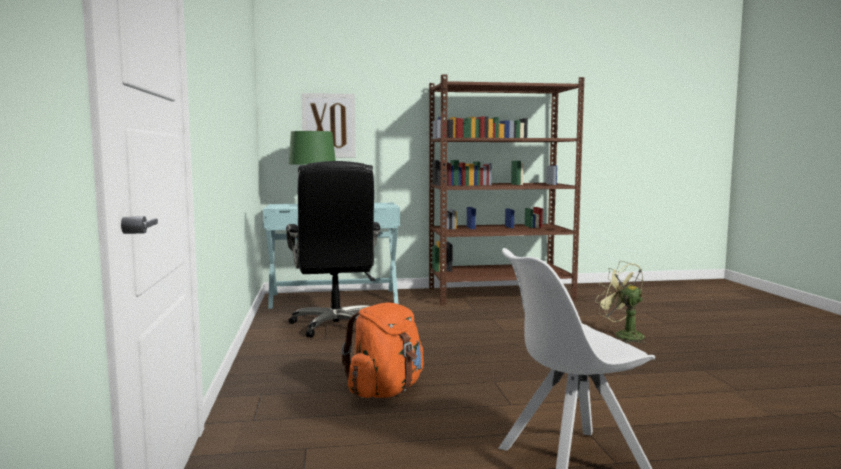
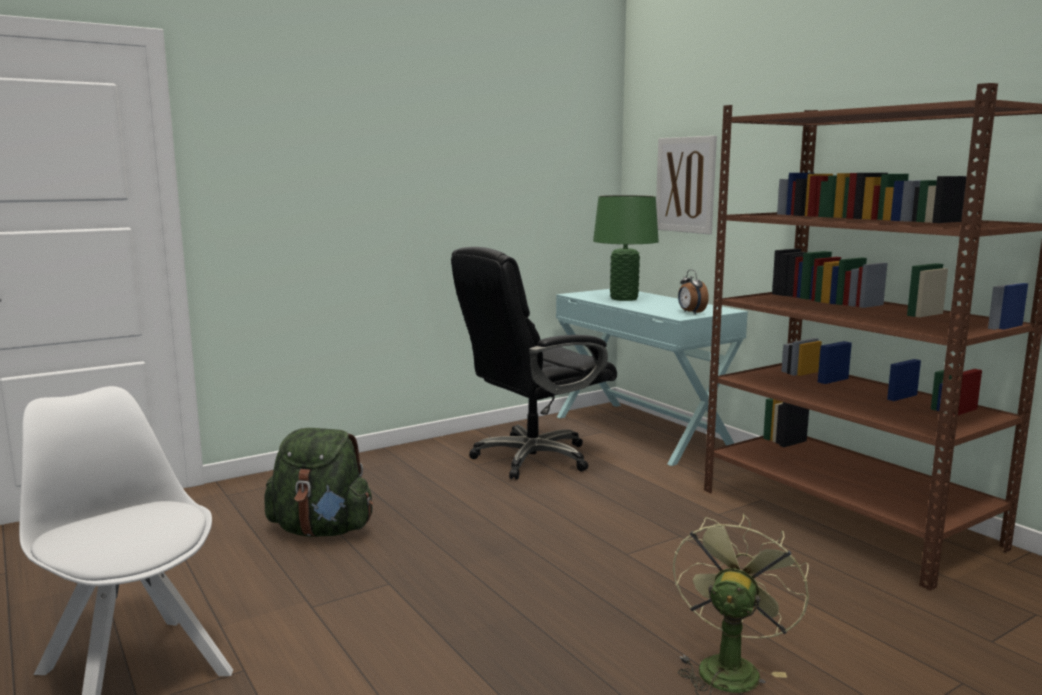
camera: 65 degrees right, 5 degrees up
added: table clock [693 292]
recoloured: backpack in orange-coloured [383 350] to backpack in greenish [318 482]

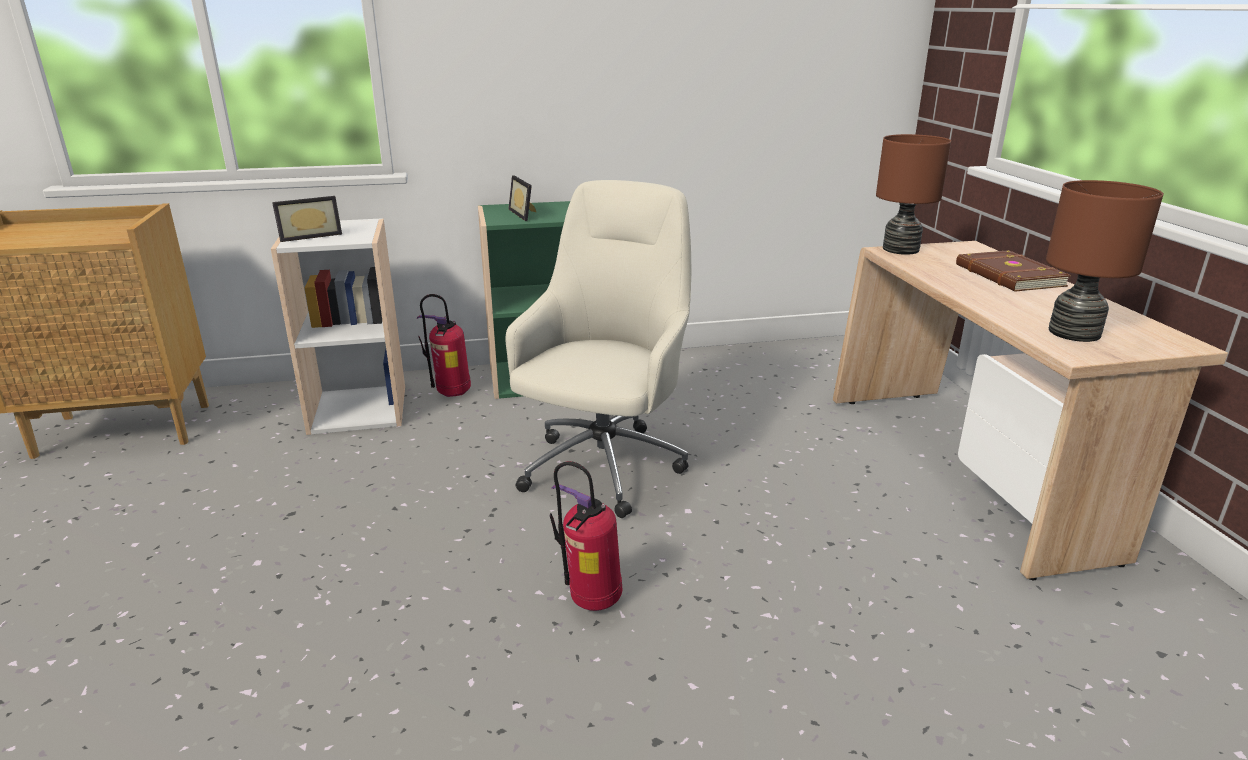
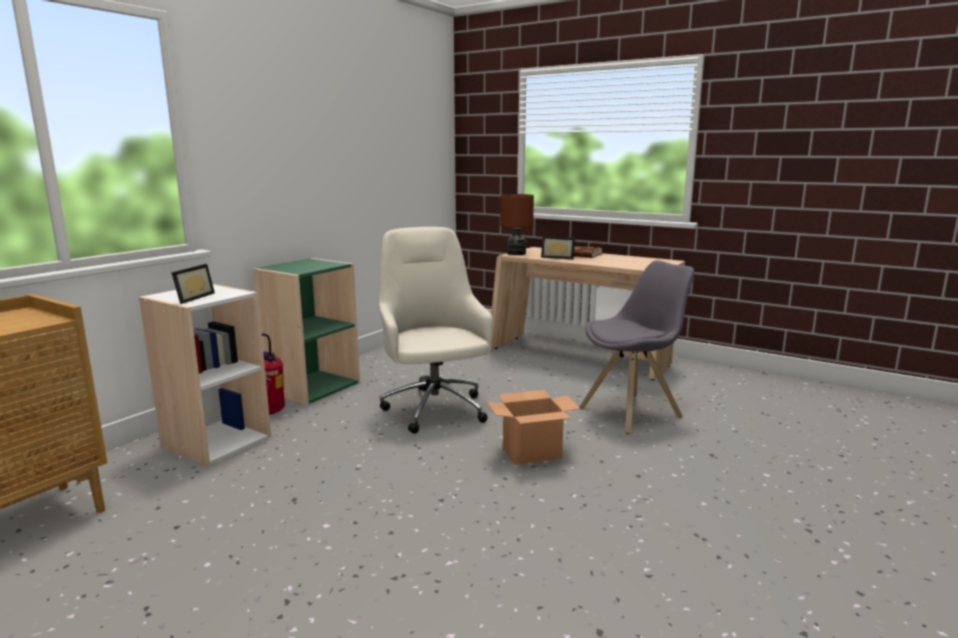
camera: 45 degrees left, 10 degrees down
removed: tabletop lamp in brown-coloured [1105 261]
added: chair in grey [637 347]
moved: picture frame [522 198] to [558 247]
replaced: fire-fighting cylinder [586 536] to cardboard box [534 427]

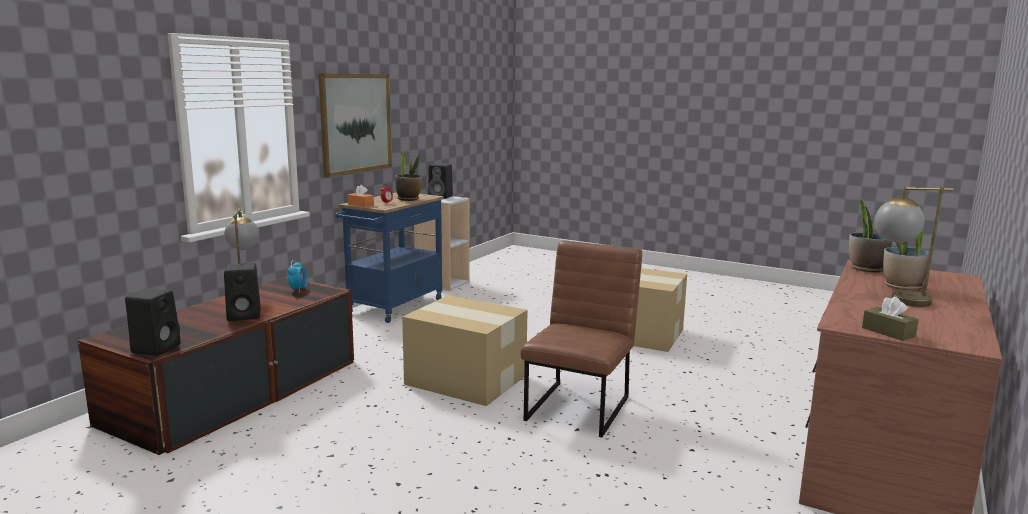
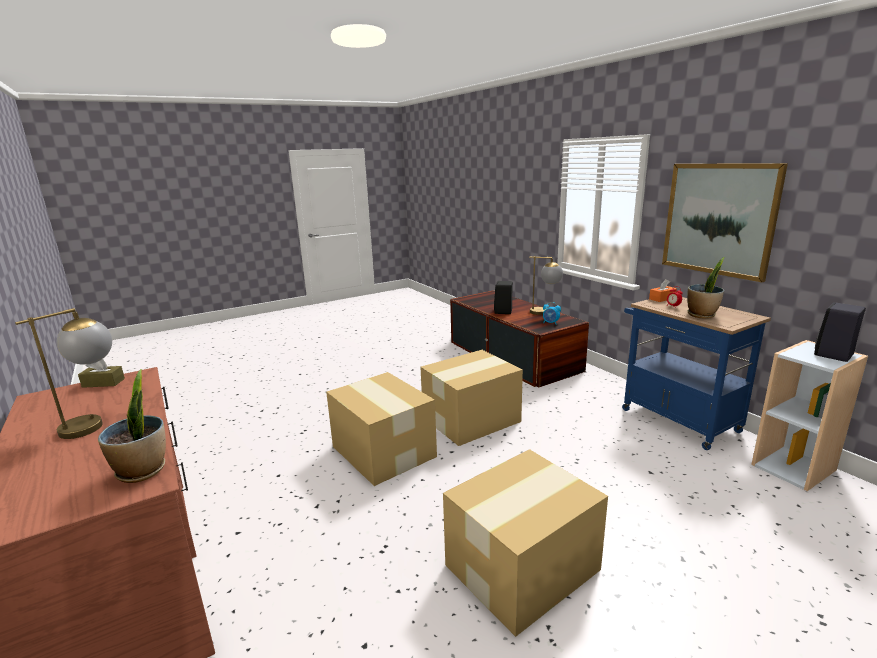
camera: 120 degrees right, 5 degrees up
removed: loudspeaker in black-coloured [153 322]; potted plant [906 258]
replaced: chair in brown-coloured [581 339] to cardboard box [381 429]

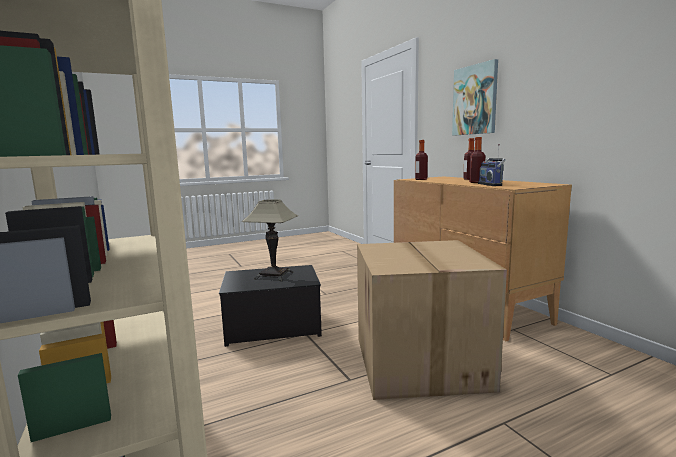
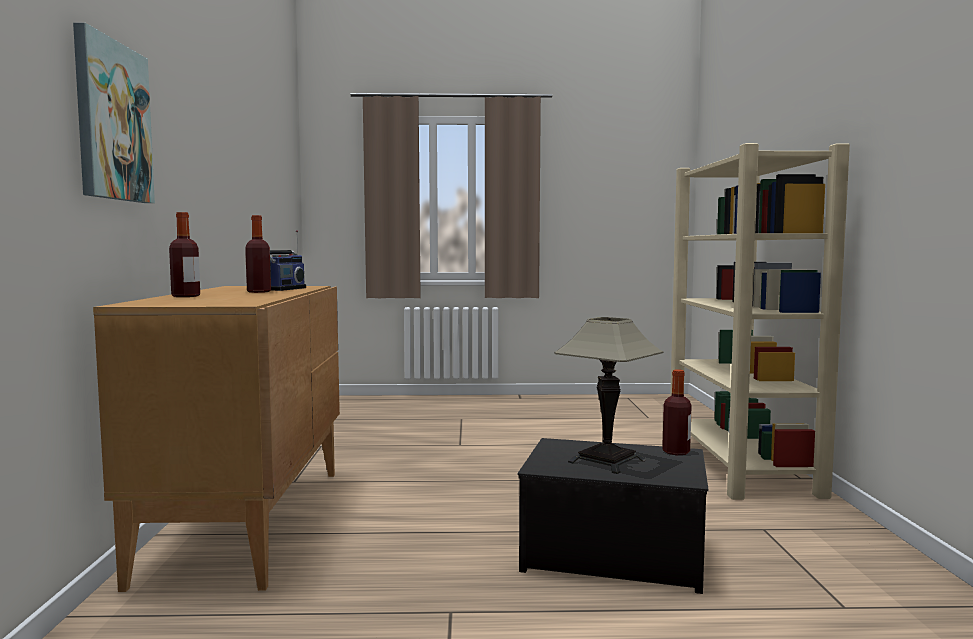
camera: 155 degrees left, 5 degrees down
removed: cardboard box [432 320]
moved: bottle [421 160] to [677 412]

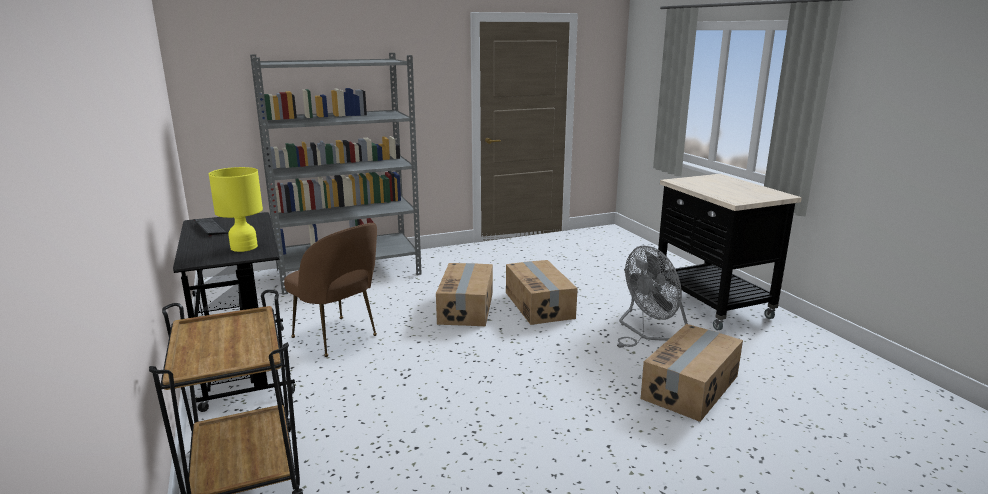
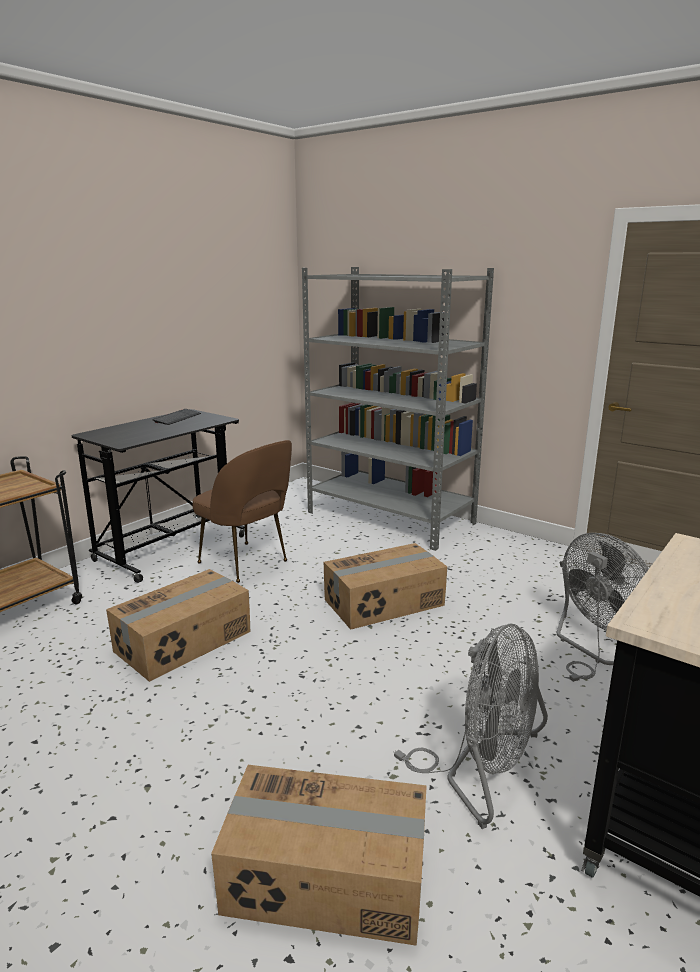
camera: 60 degrees right, 0 degrees up
removed: tabletop lamp in yellow [236 209]
added: fan in grey [603 607]
moved: cardboard box [542 292] to [178 625]
turned: chair in brown-coloured [330 290] = [242 511] 60 degrees counterclockwise

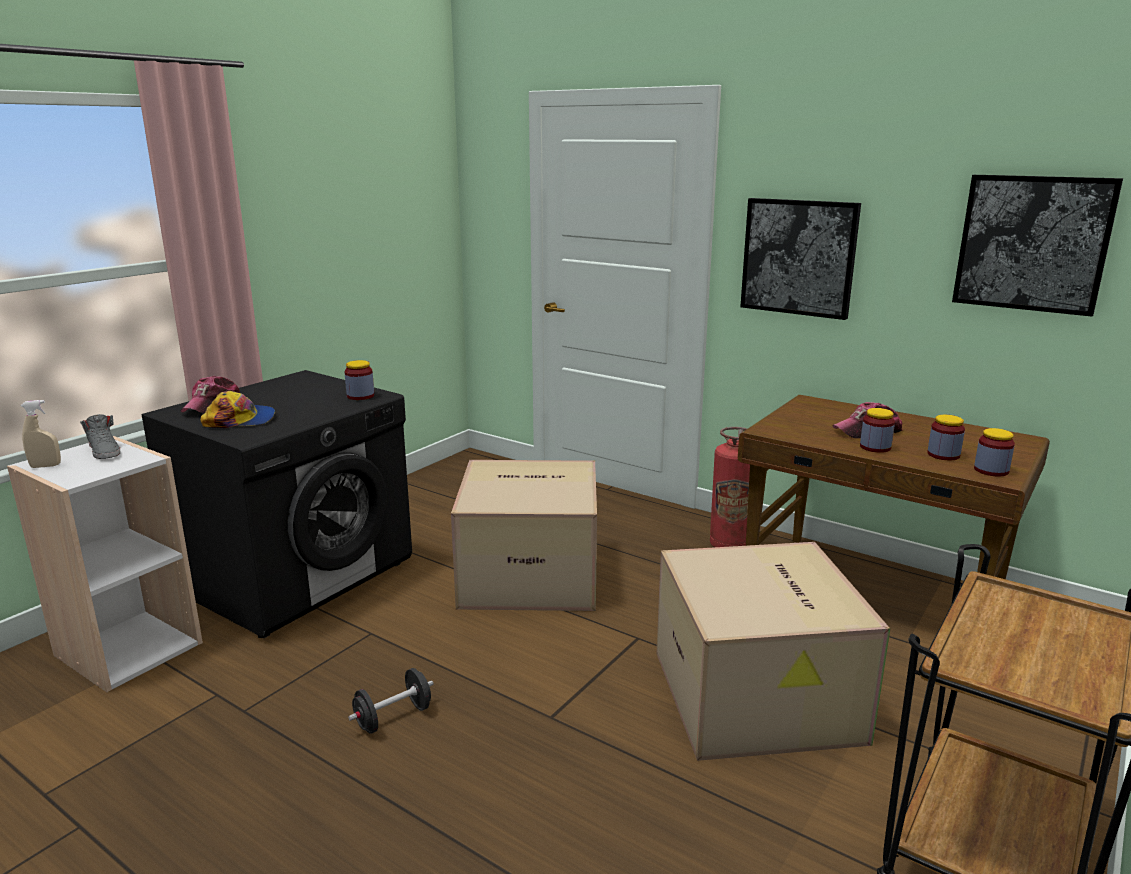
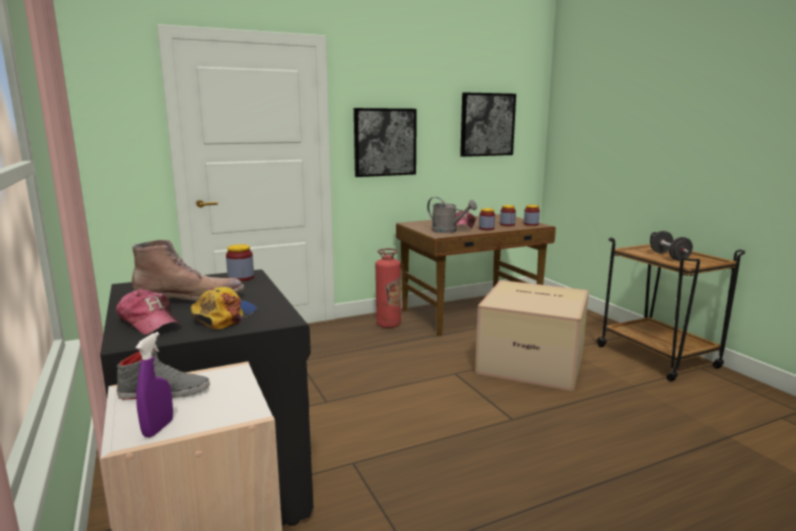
camera: 60 degrees left, 5 degrees down
removed: cardboard box [524 535]
added: high-top boot in brown-coloured [188 270]; sprinkling can in grey [452 215]
moved: dumbbell in black-coloured [391 701] to [672 246]
recoloured: spray bottle in sand-coloured [41 434] to spray bottle in purplish [154 385]

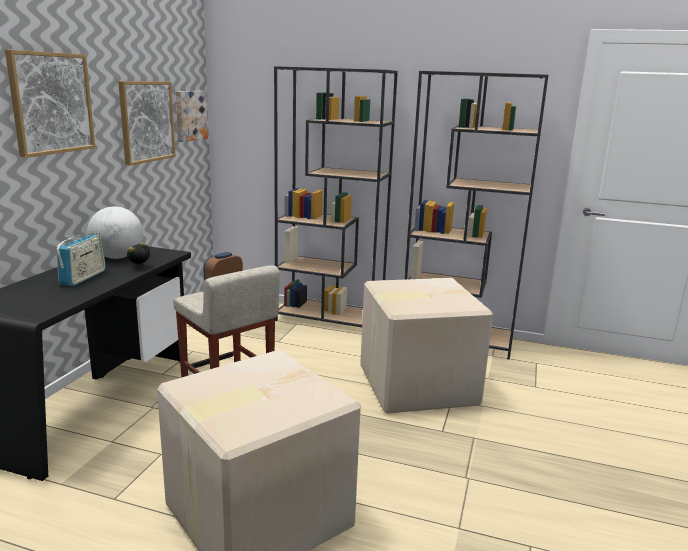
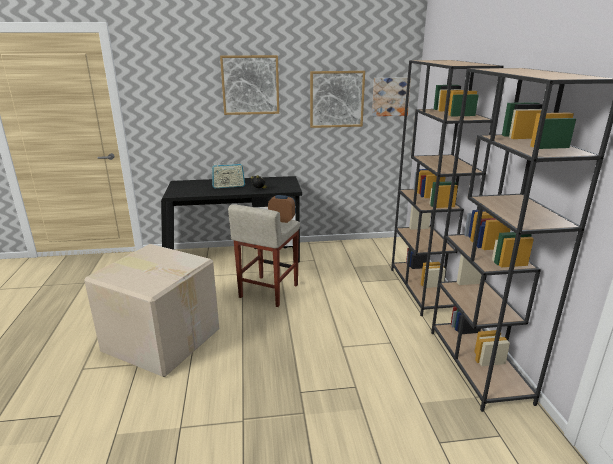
camera: 65 degrees right, 5 degrees up
removed: globe [115 232]; cardboard box [426 345]

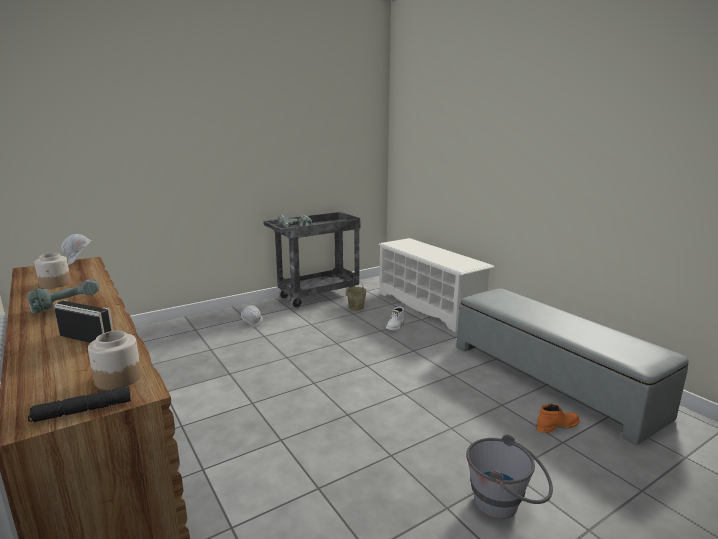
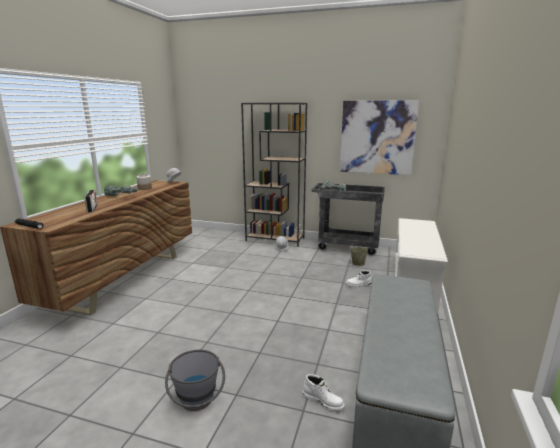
camera: 50 degrees right, 0 degrees up
removed: jar [114 360]
added: bookshelf [274 175]; wall picture [379 137]
recoloured: high-top boot in orange-coloured [558 418] to high-top boot in white-coloured [323 392]

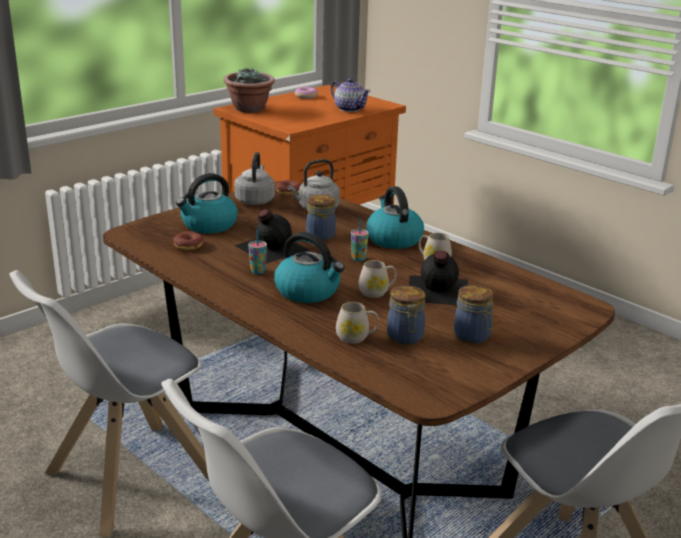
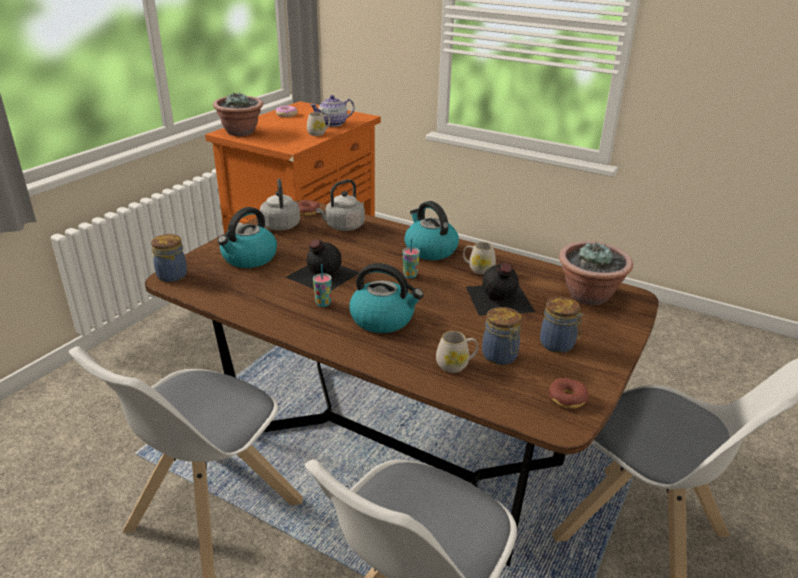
camera: 15 degrees left, 5 degrees up
added: potted plant [596 273]
moved: ring doughnut [188 240] to [568 393]; jar [321 218] to [169 258]; tea mug in white-coloured [378 279] to [318 124]
turned: pot for tea [350 95] = [332 111] 120 degrees clockwise

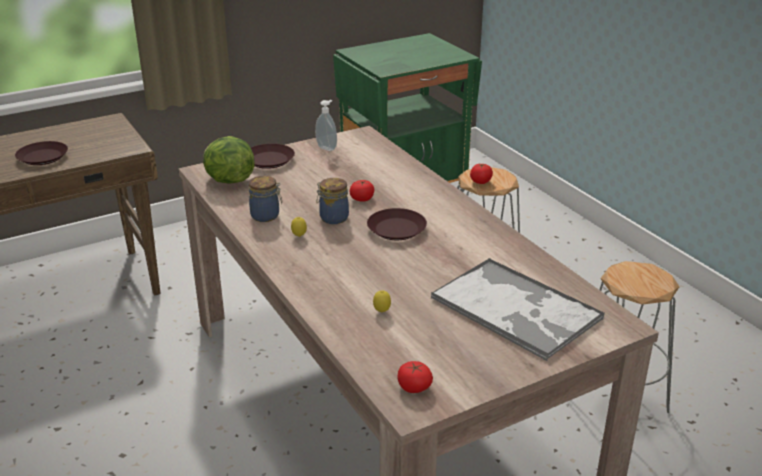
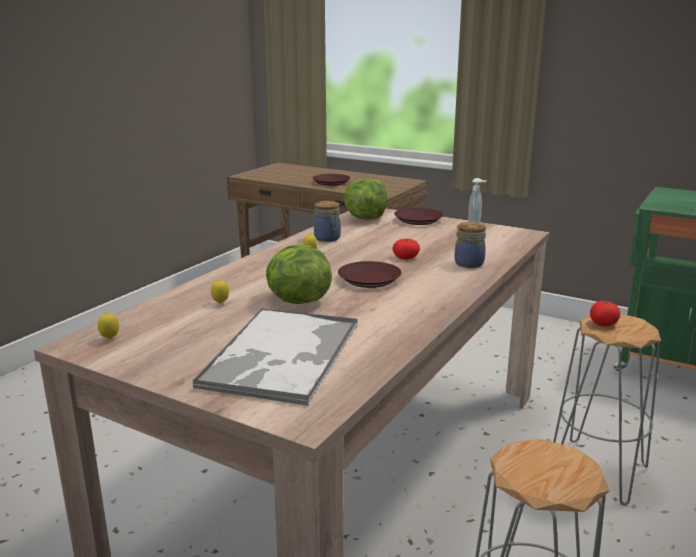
camera: 60 degrees right, 10 degrees down
added: head of lettuce [299 274]
moved: jar [333 201] to [470 245]
replaced: fresh tomato [415 377] to whole lemon [108 325]

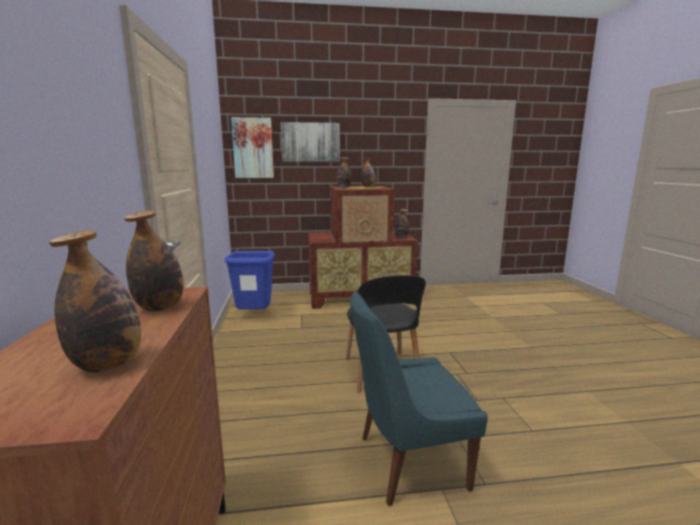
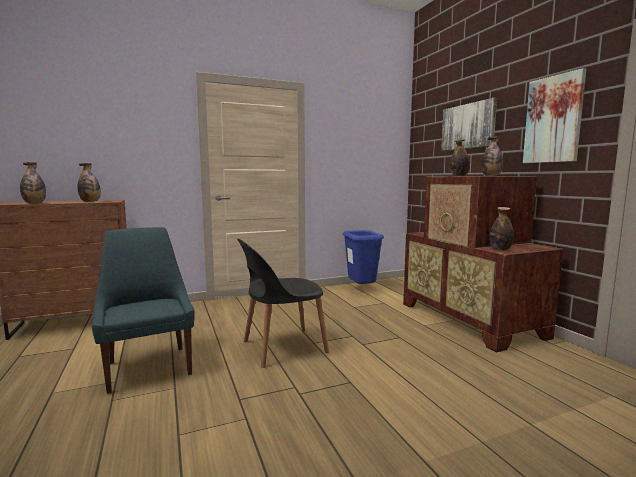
camera: 75 degrees right, 5 degrees down
moved: wall picture [252 147] to [555 115]

